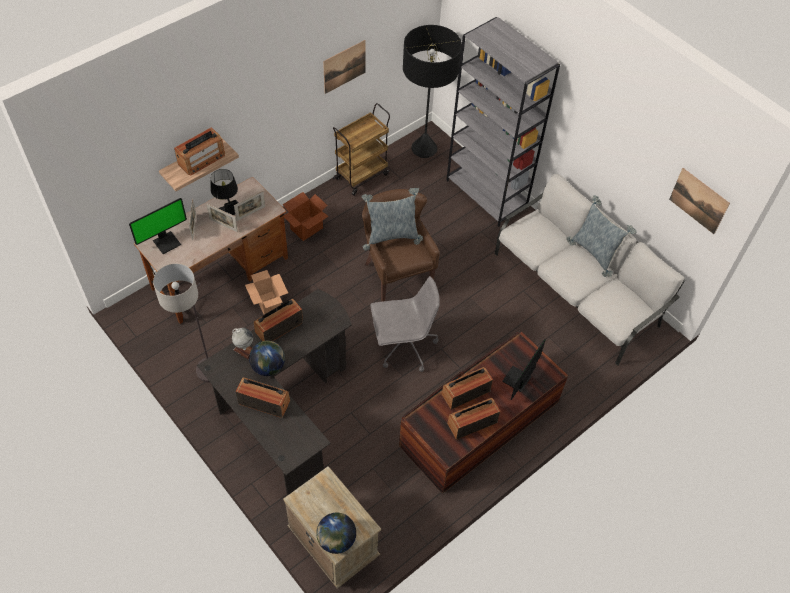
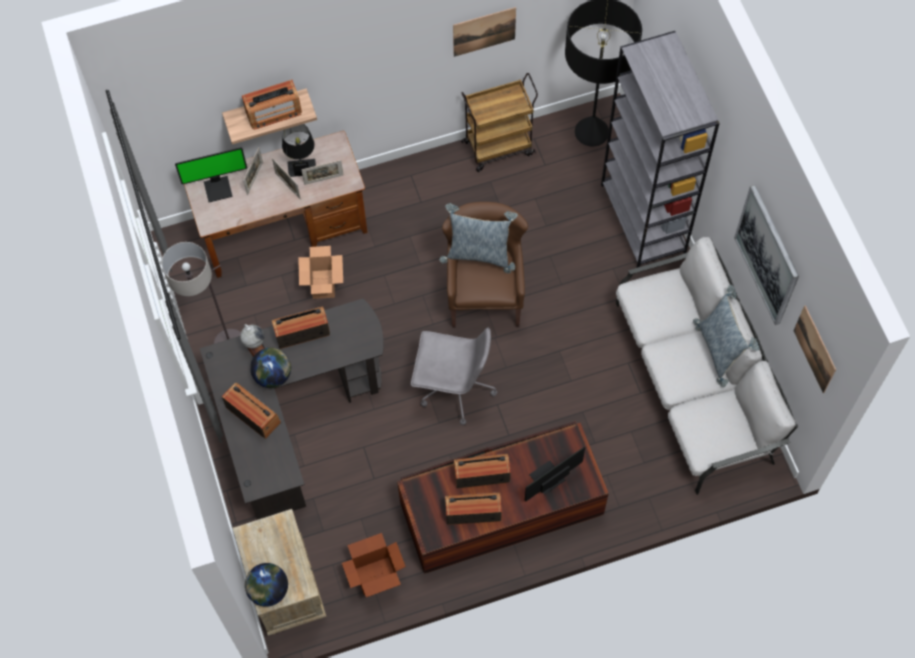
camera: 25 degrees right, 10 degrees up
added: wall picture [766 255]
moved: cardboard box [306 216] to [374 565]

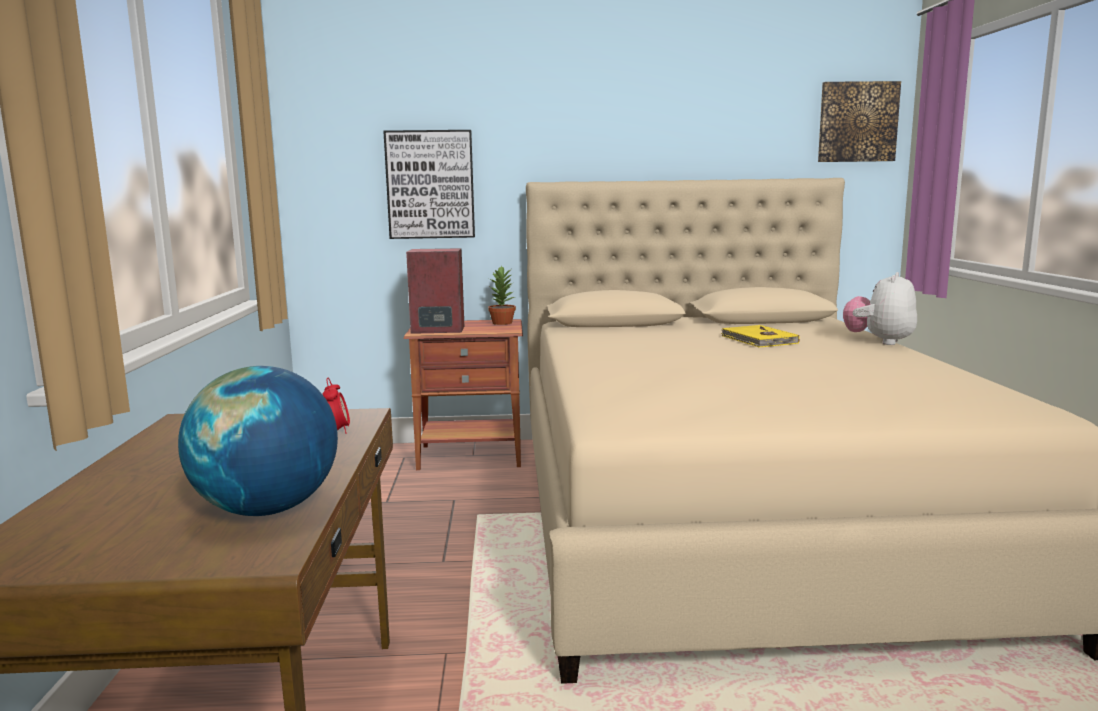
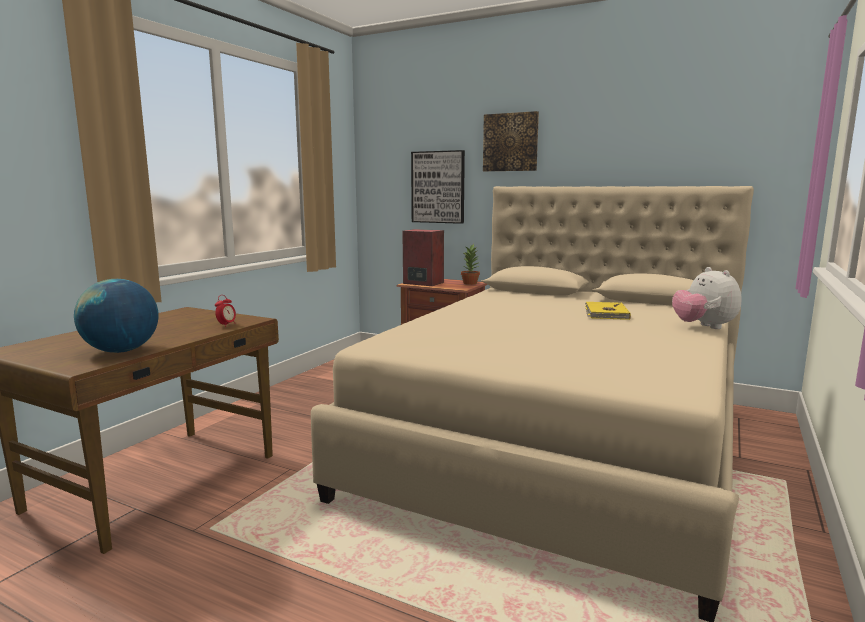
camera: 30 degrees right, 0 degrees up
moved: wall picture [859 121] to [511 141]
turned: cuddly toy [880 308] = [707 298] 75 degrees counterclockwise

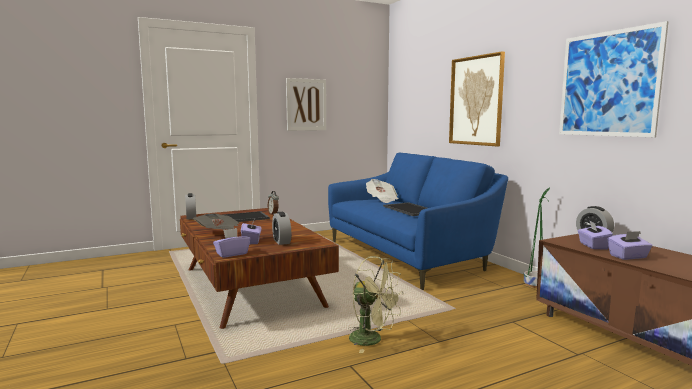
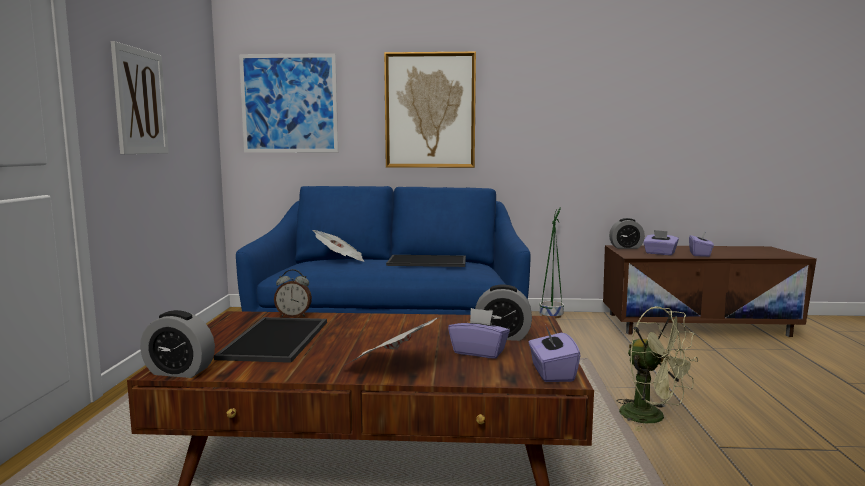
camera: 60 degrees left, 0 degrees up
moved: wall picture [614 79] to [288 103]
turned: fan in greenish [376 304] = [657 369] 75 degrees clockwise

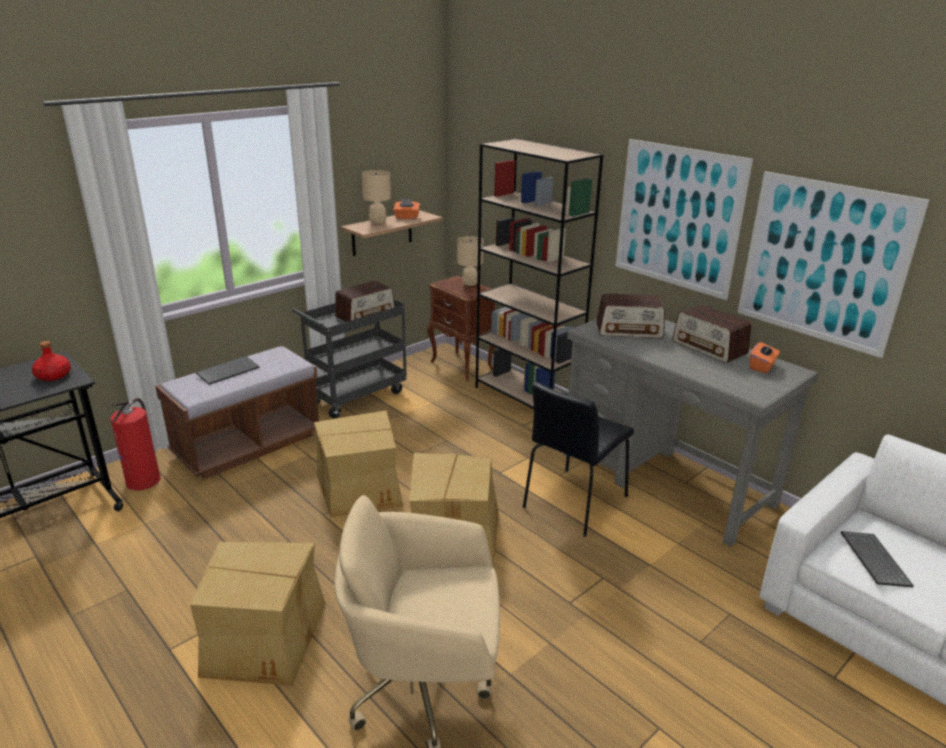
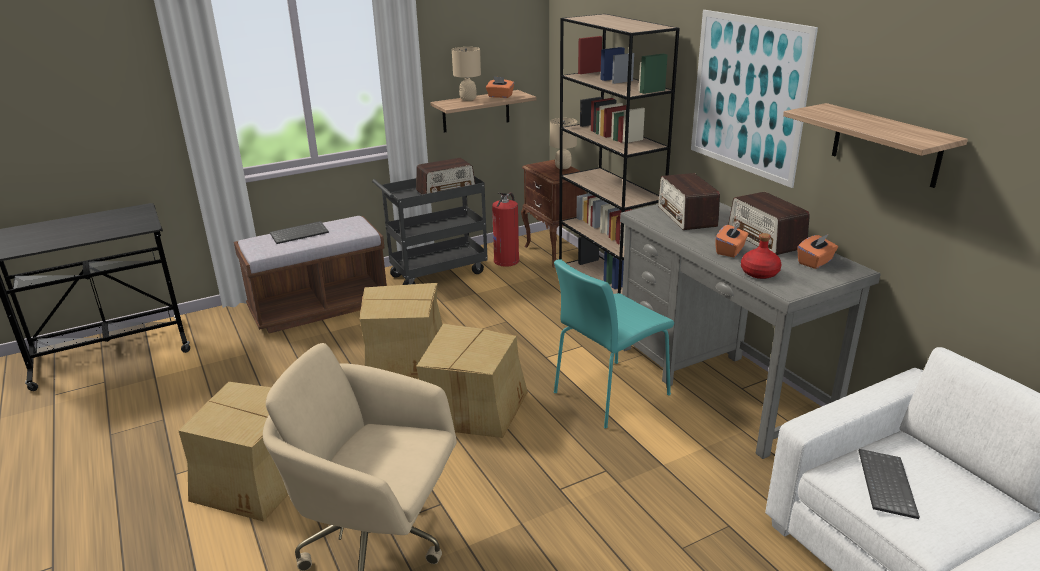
camera: 15 degrees right, 0 degrees up
added: tissue holder in orange-coloured [732 240]
moved: bottle in reddish [51 361] to [761 256]; fire-fighting cylinder [135 444] to [505 229]
replaced: wall picture [833 264] to shelf [875 145]
recoloured: chair in black-coloured [578 459] to chair in turquoise [614 344]
turned: radio set [630 315] = [689 201] 60 degrees clockwise

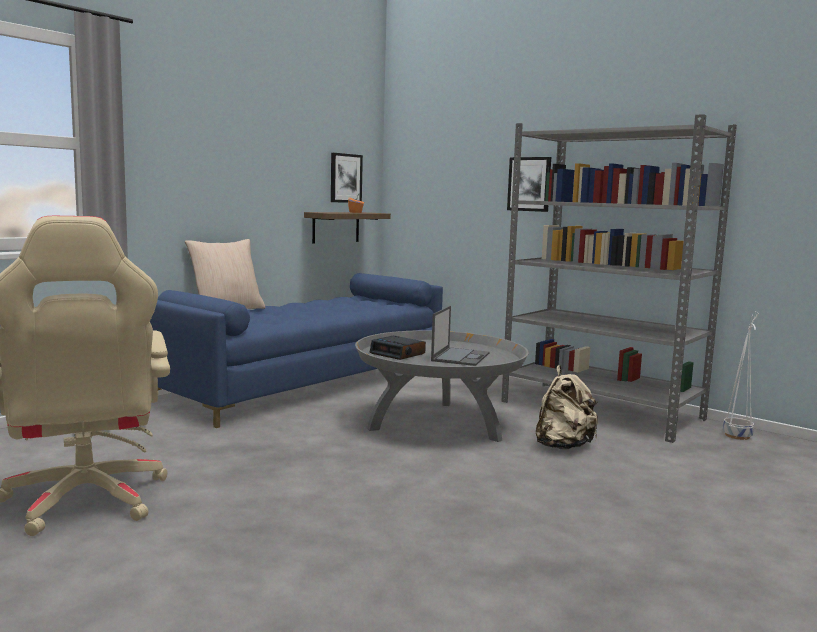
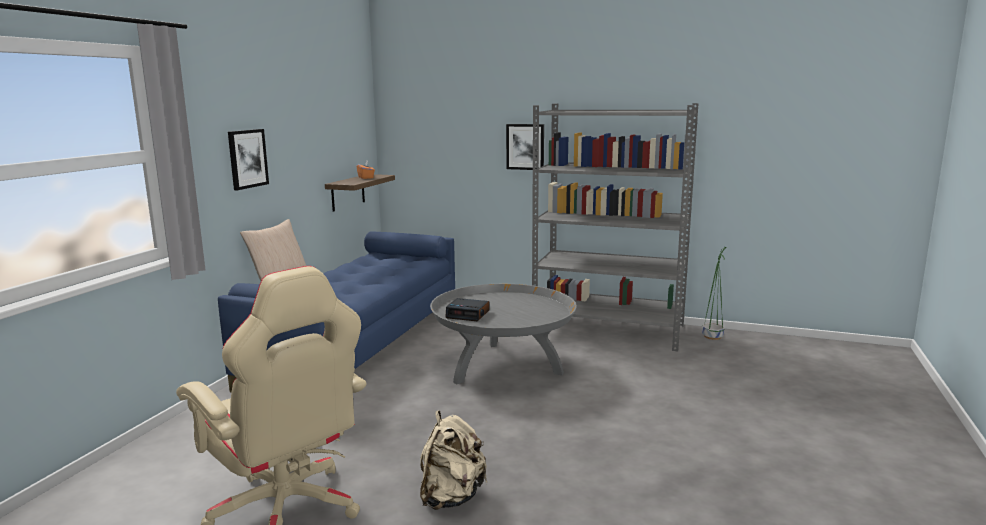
camera: 20 degrees left, 5 degrees up
removed: laptop [460 336]
moved: wall picture [347 178] to [248 159]; backpack in sand-coloured [567 407] to [453 460]
recoloured: plant pot in white-coloured [741 376] to plant pot in greenish [714 293]

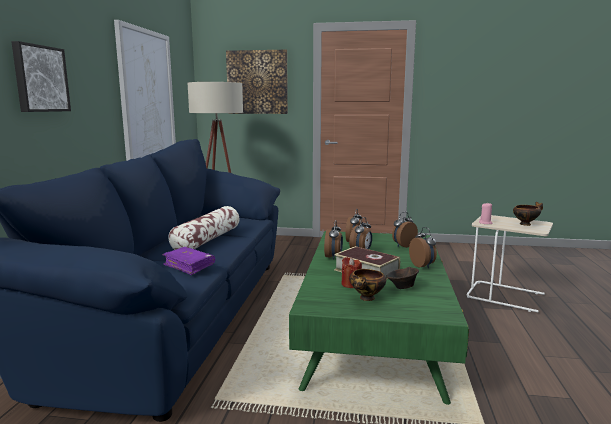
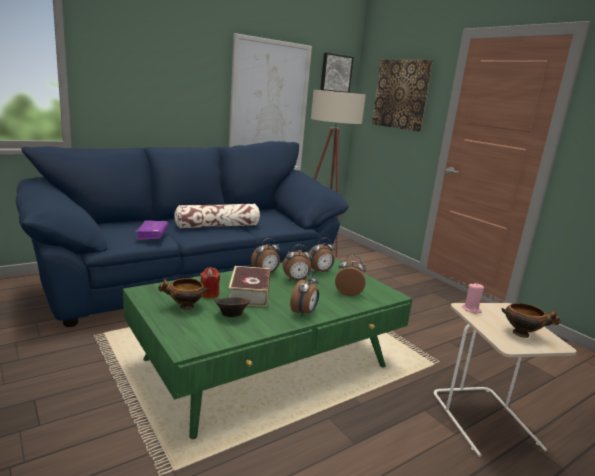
camera: 45 degrees right, 5 degrees up
moved: wall picture [41 76] to [337 73]

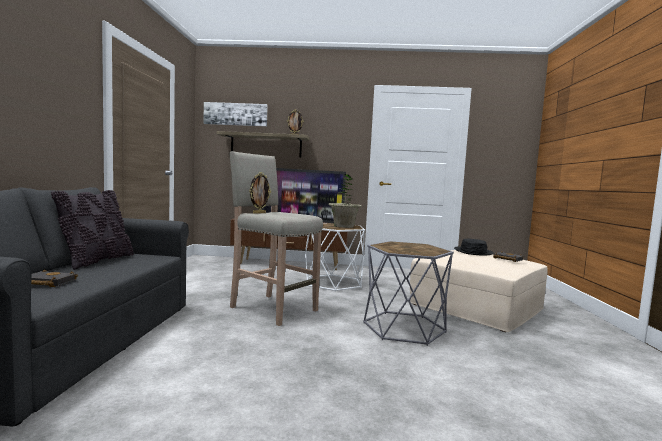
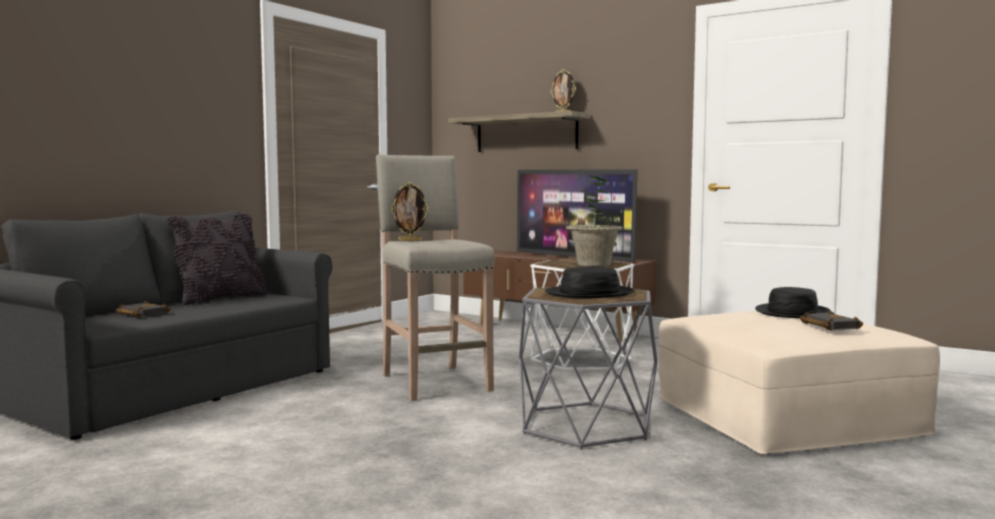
camera: 30 degrees right, 0 degrees up
removed: wall picture [235 114]
added: hat in black-coloured [590 282]

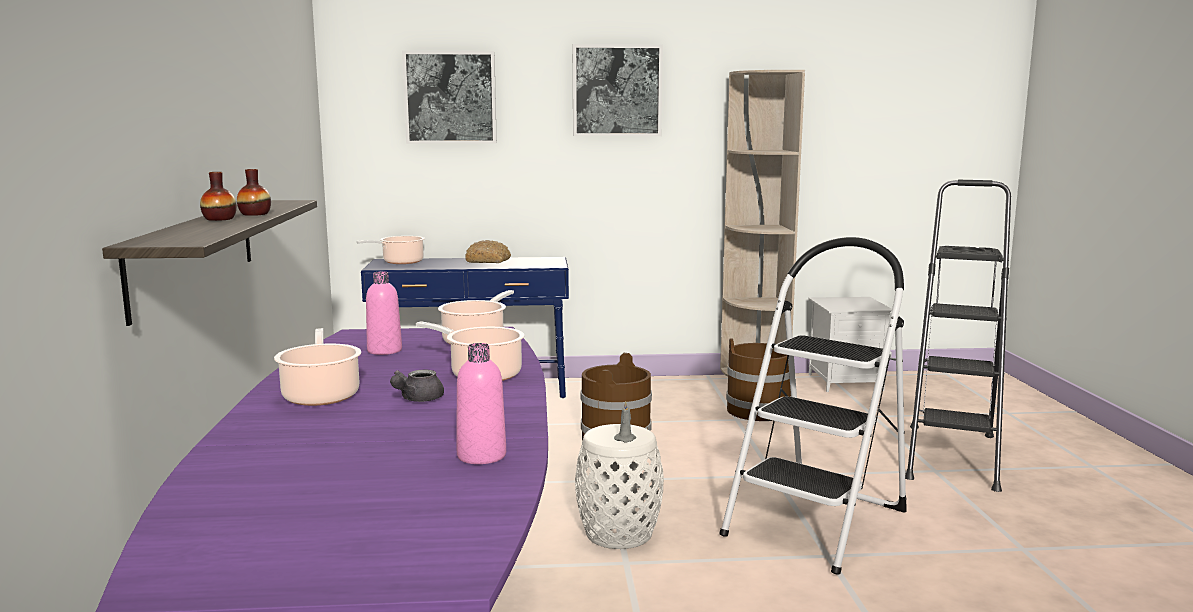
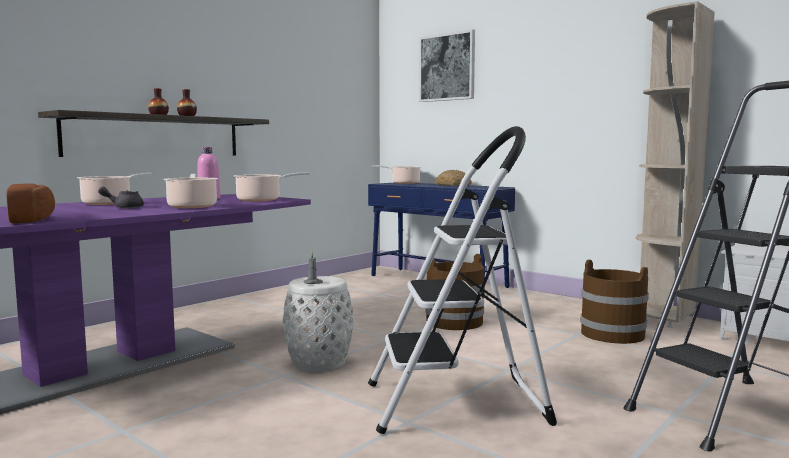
camera: 45 degrees right, 5 degrees down
removed: wall picture [618 90]
replaced: bottle in pink-coloured [481 403] to bread [30 203]

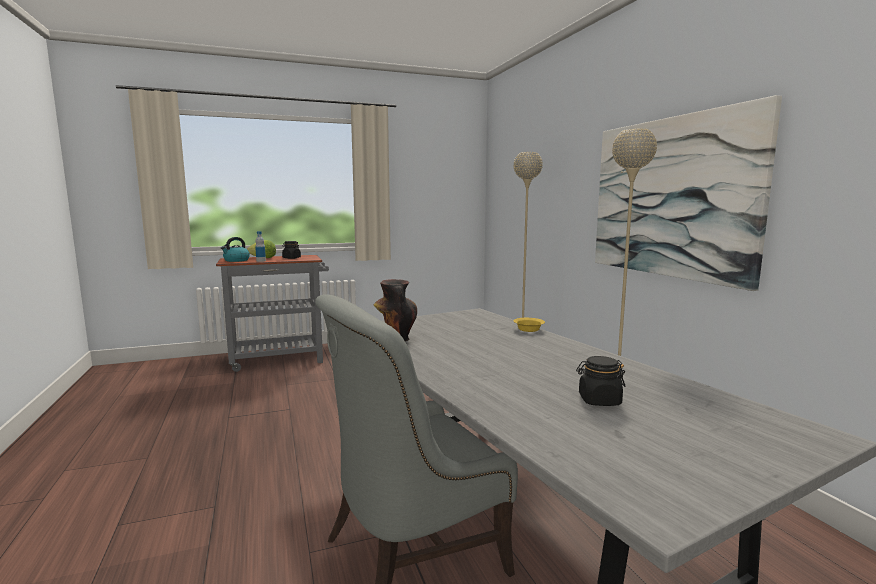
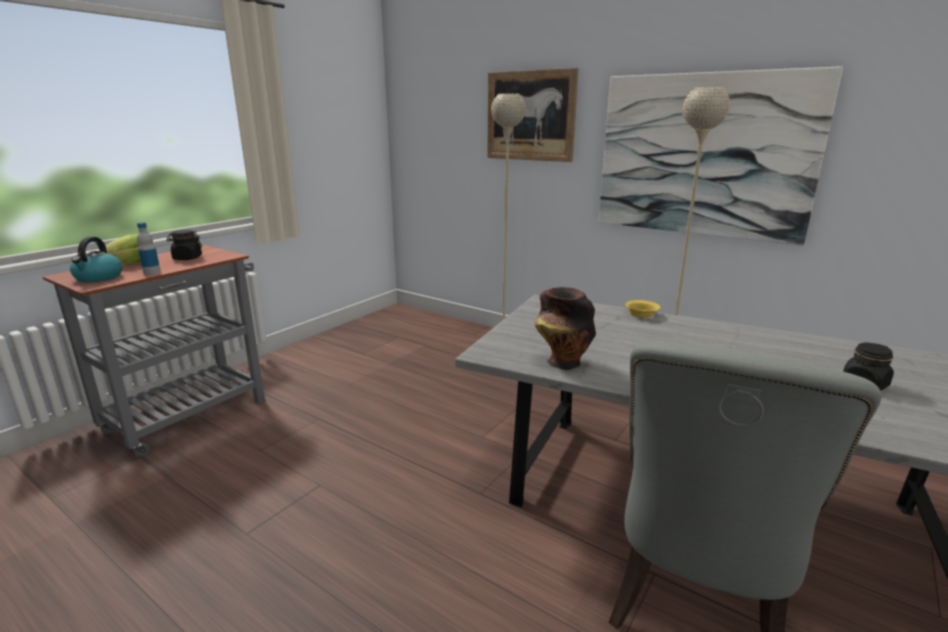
camera: 35 degrees left, 10 degrees up
added: wall picture [533 115]

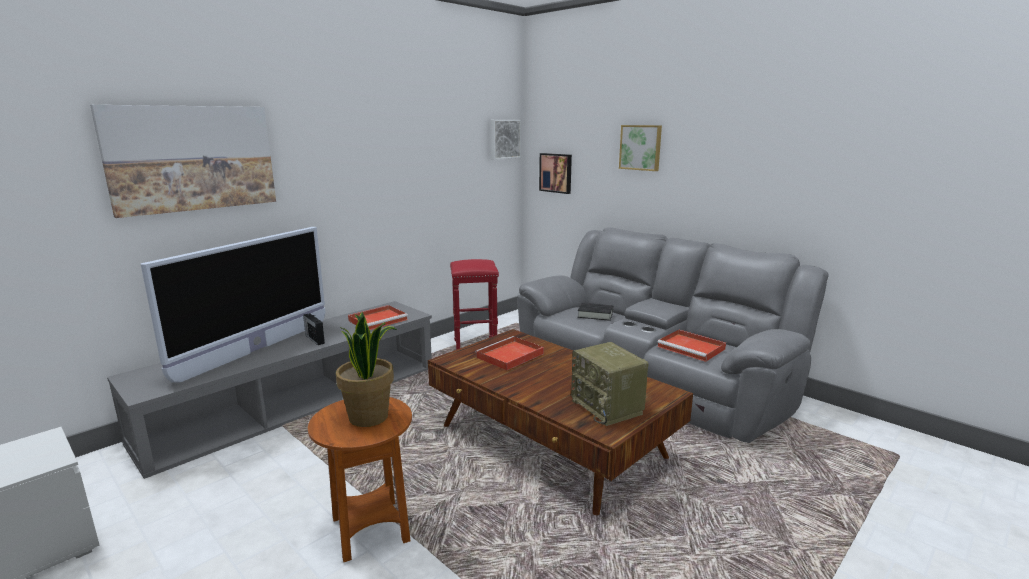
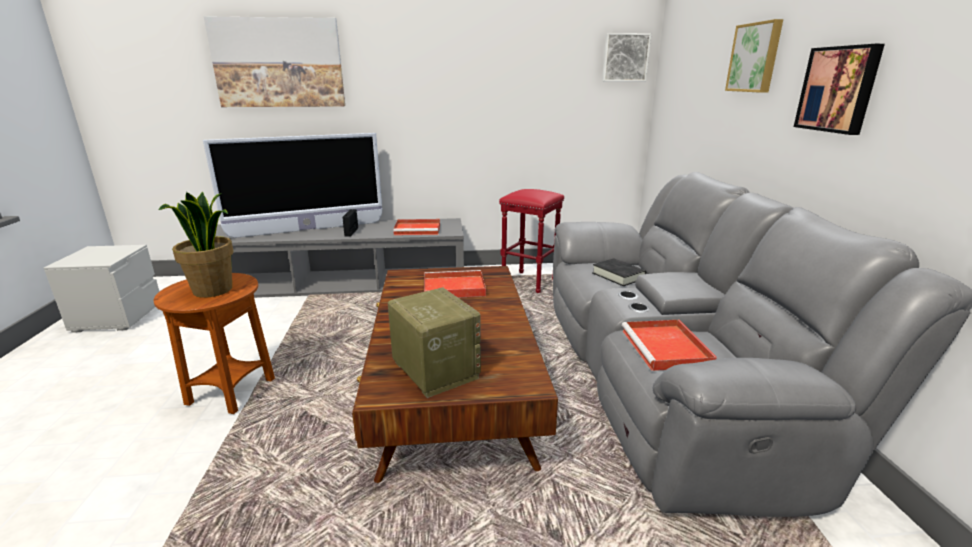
camera: 40 degrees right, 5 degrees up
moved: wall picture [555 173] to [839 89]
turned: radio set [610 384] = [434 342] 135 degrees clockwise

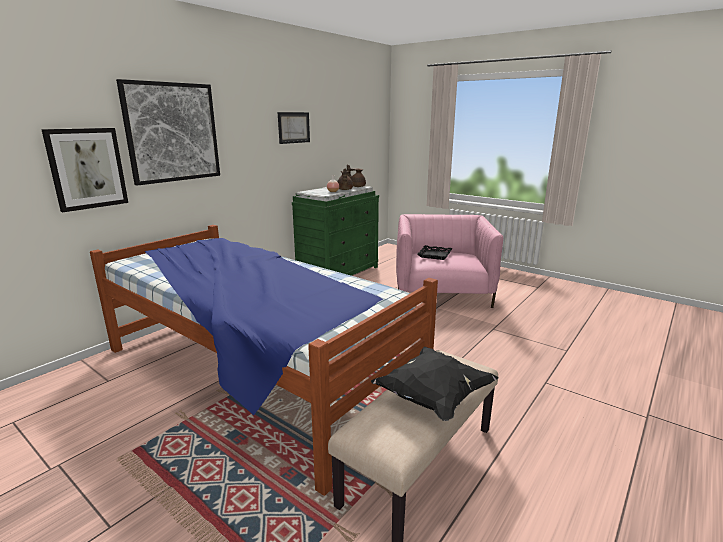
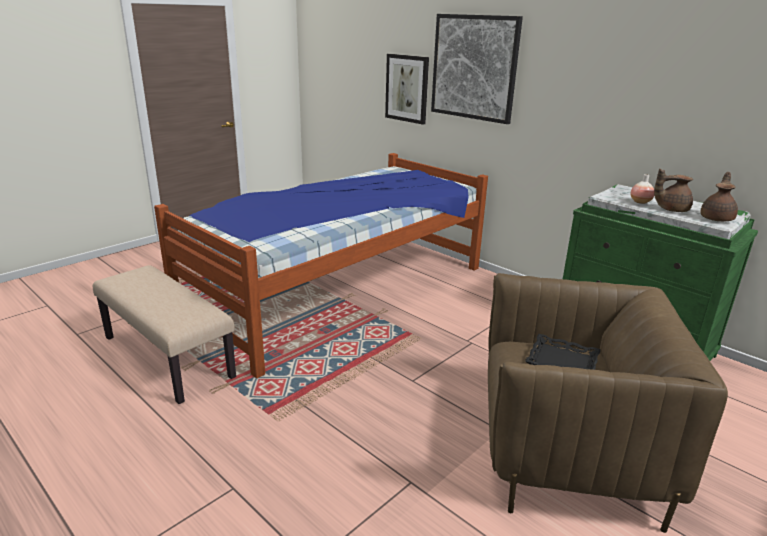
camera: 95 degrees right, 5 degrees up
removed: wall picture [294 128]; throw pillow in black-coloured [435 383]
recoloured: easy chair in pink-coloured [449 261] to easy chair in brown-coloured [608 403]

